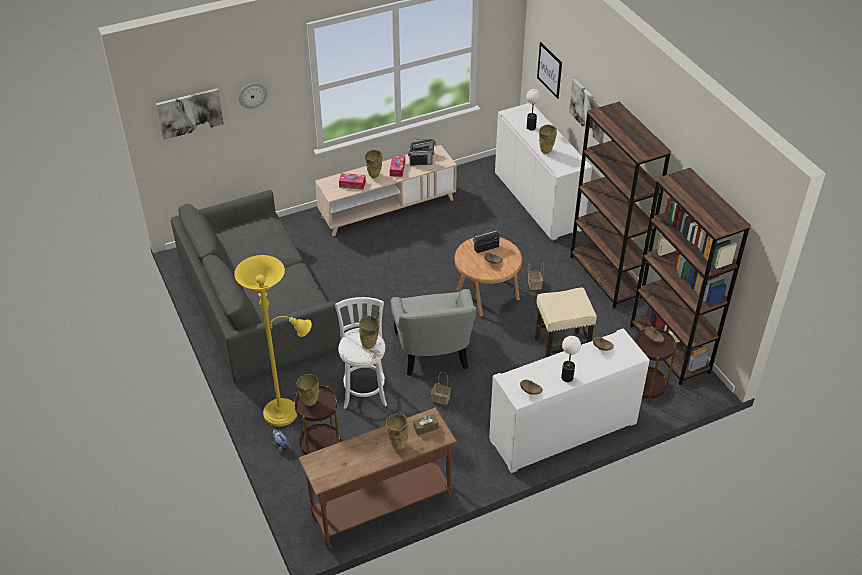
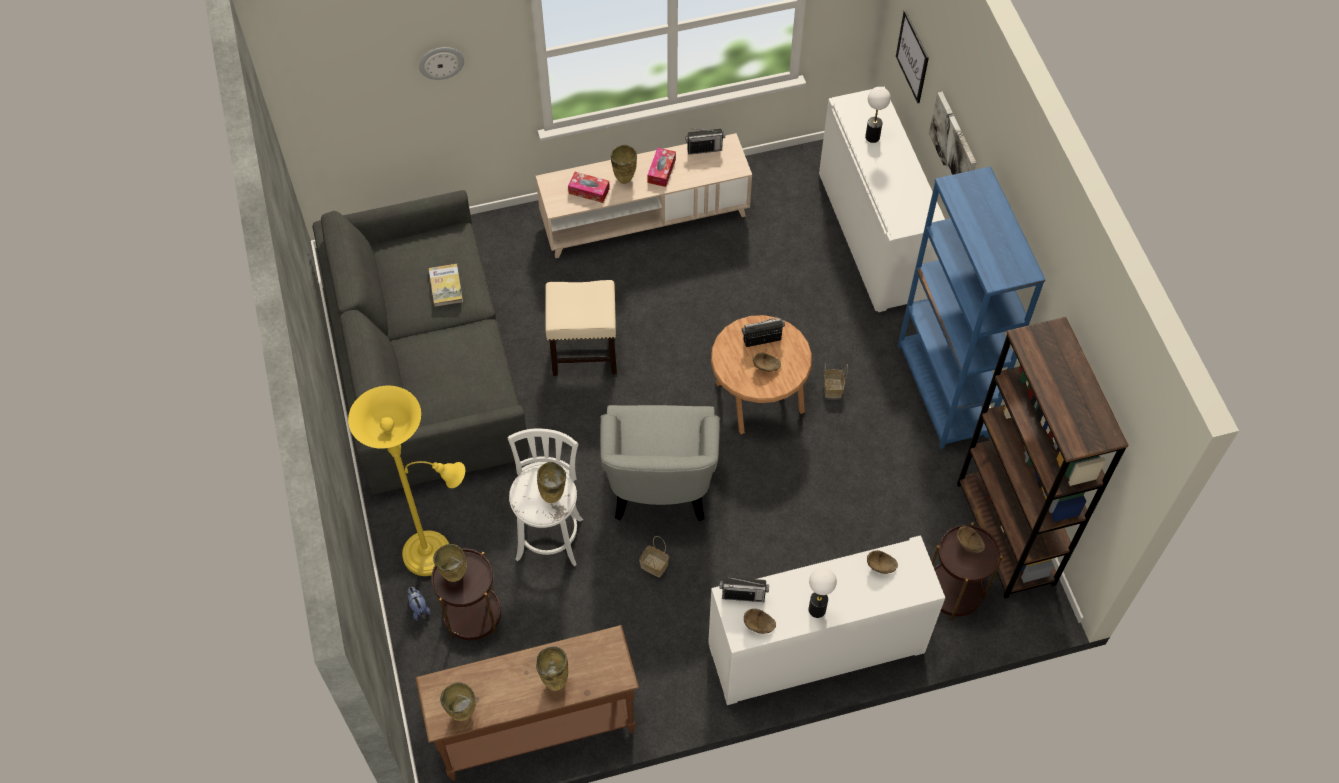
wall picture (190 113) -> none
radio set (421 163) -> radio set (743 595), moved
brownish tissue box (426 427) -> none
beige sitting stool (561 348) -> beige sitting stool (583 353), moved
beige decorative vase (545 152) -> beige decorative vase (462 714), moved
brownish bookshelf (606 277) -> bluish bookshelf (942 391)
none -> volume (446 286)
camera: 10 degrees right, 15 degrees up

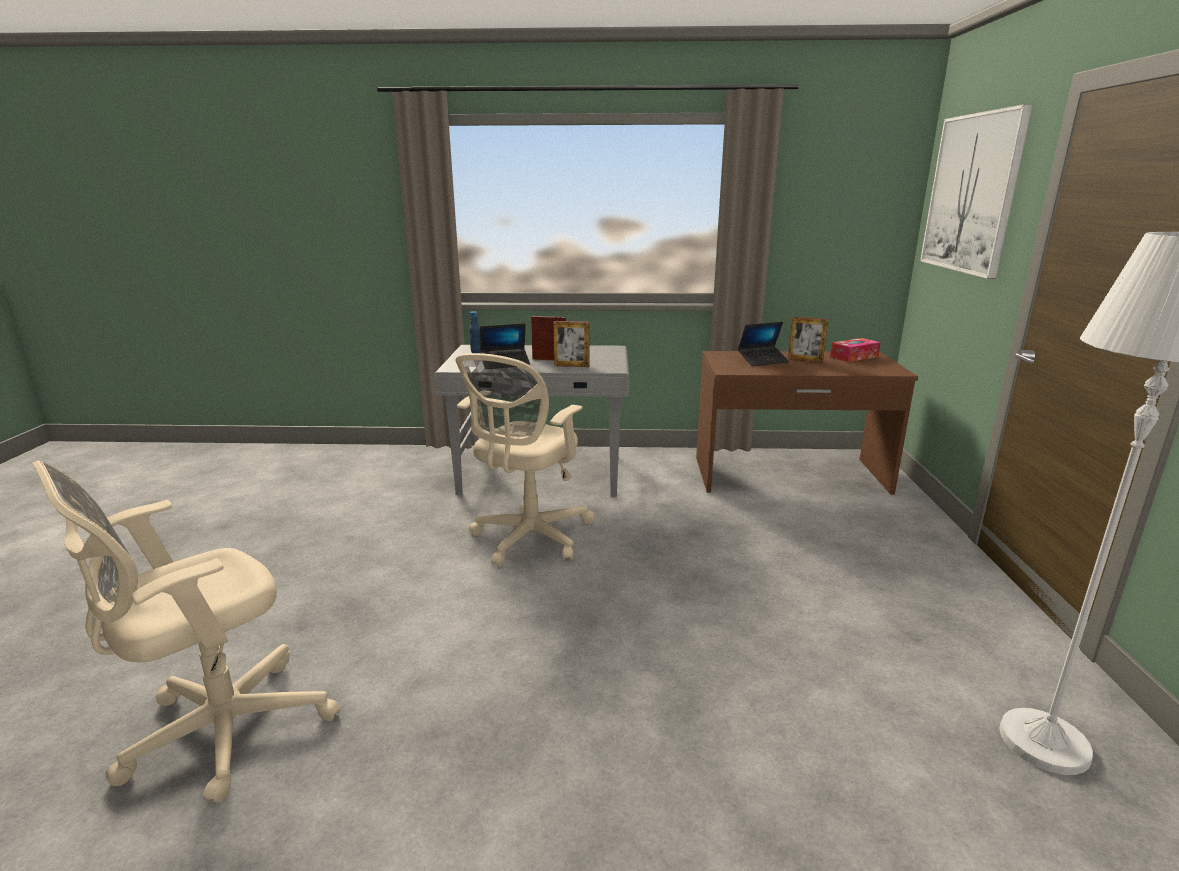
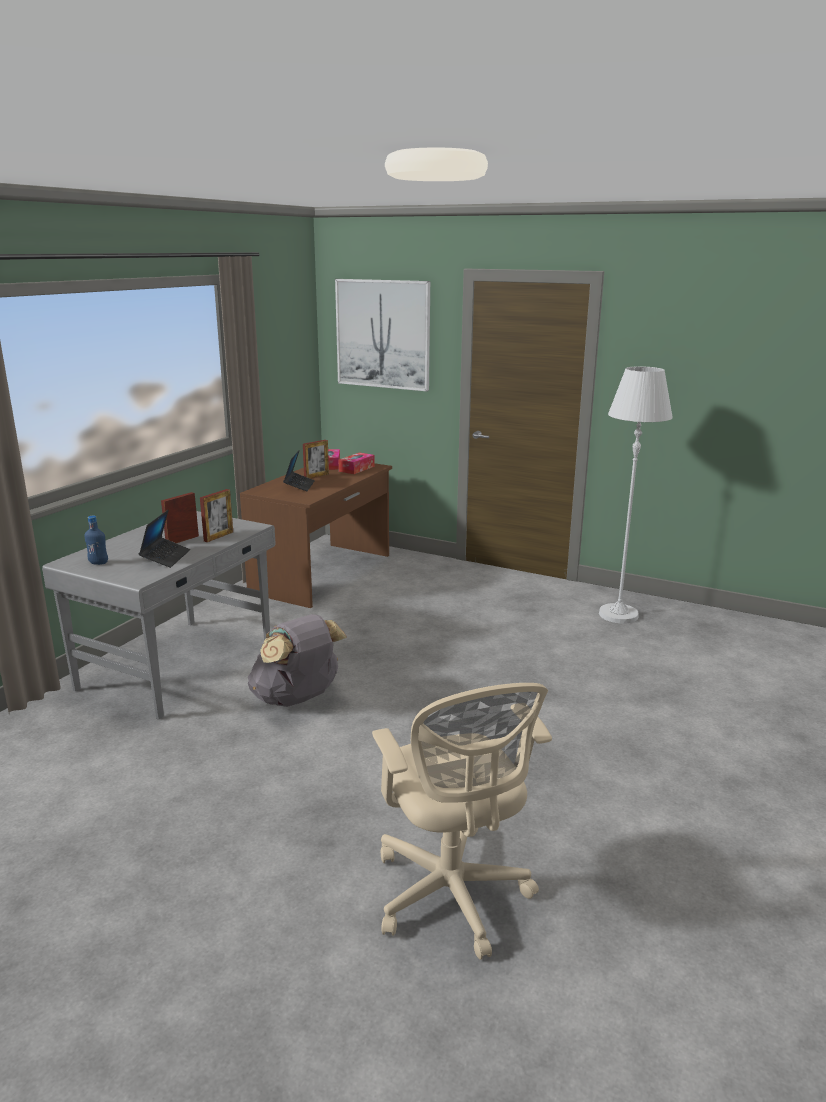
beige office chair (528 539) -> grey rucksack (297 699)
none -> tissue box (356 469)
camera: 65 degrees left, 0 degrees up

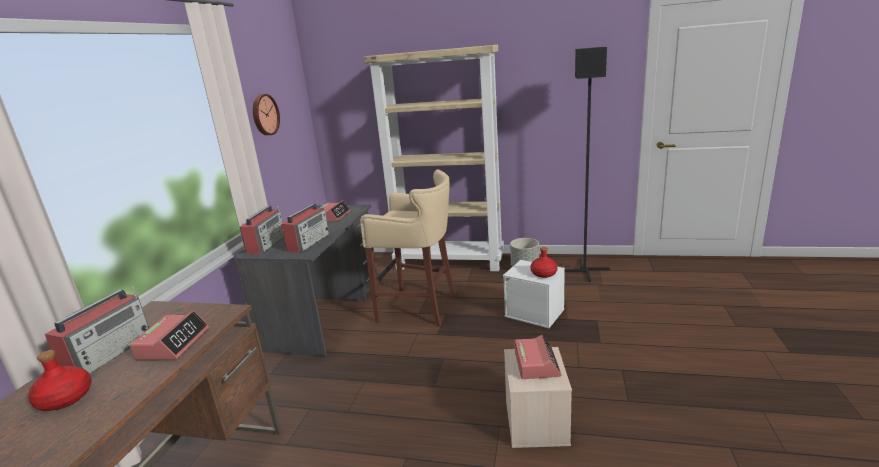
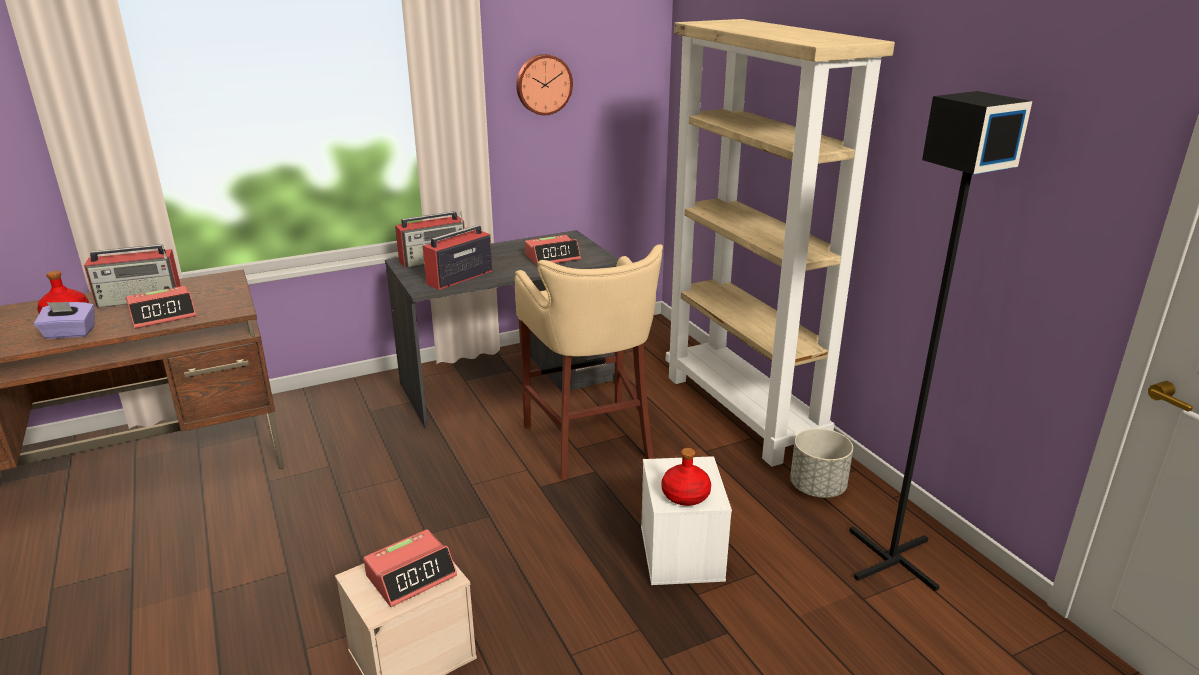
radio set (309 242) -> radio set (458 277), 150 degrees clockwise
none -> purple-coloured tissue box (70 333)
camera: 50 degrees right, 5 degrees up

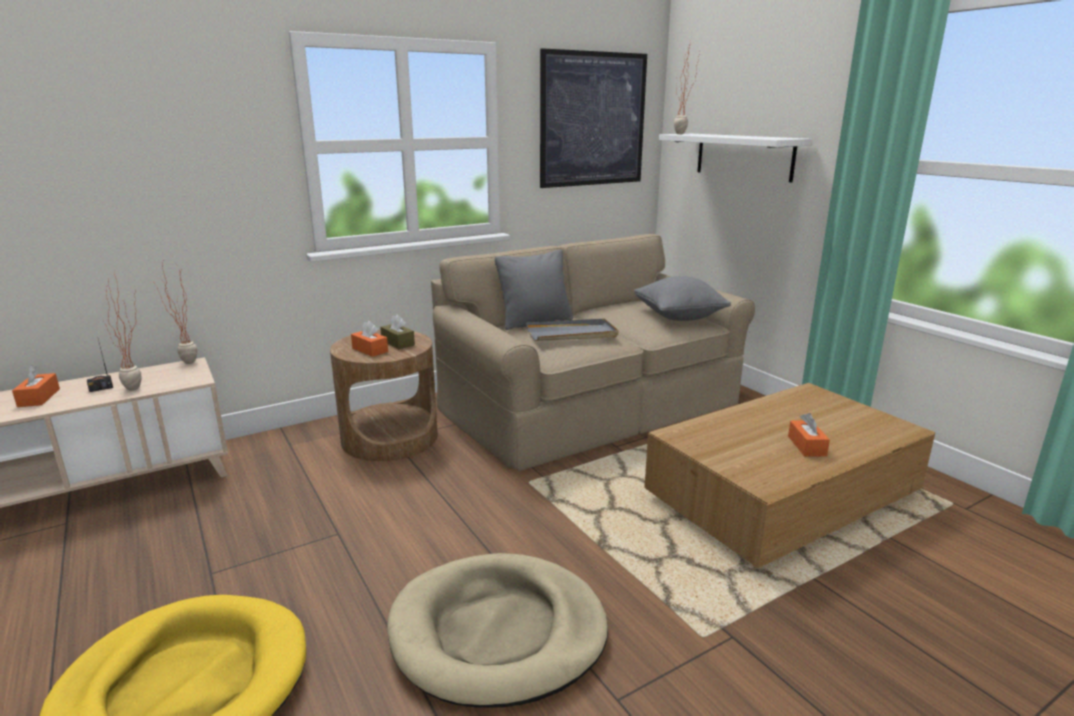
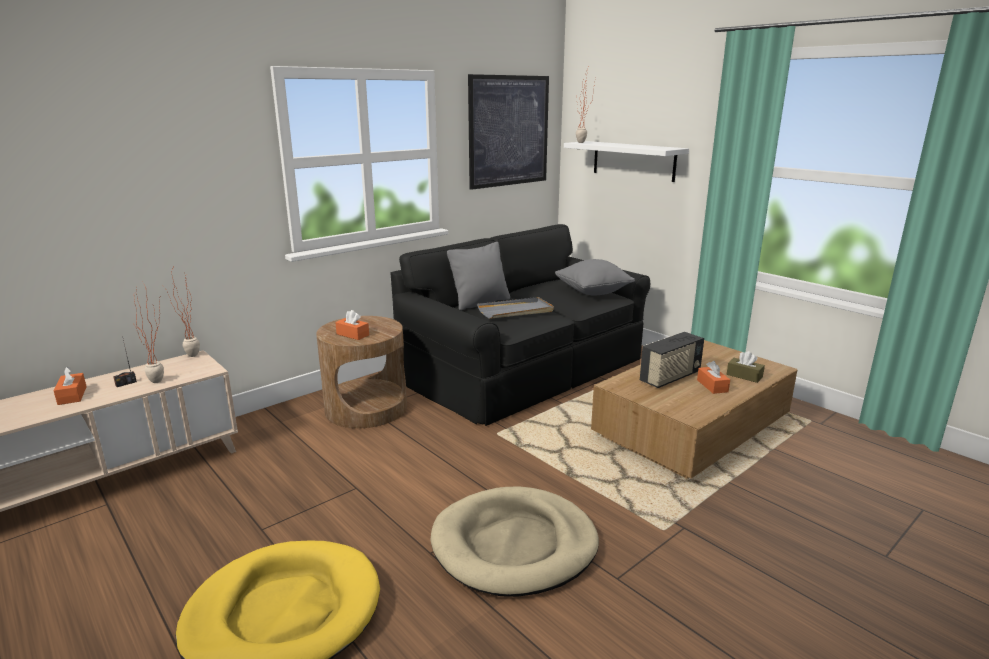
brownish tissue box (398 343) -> brownish tissue box (744 376), moved
beige settee (591 404) -> blackish settee (524 368)
none -> radio set (670 377)
camera: 10 degrees left, 0 degrees up

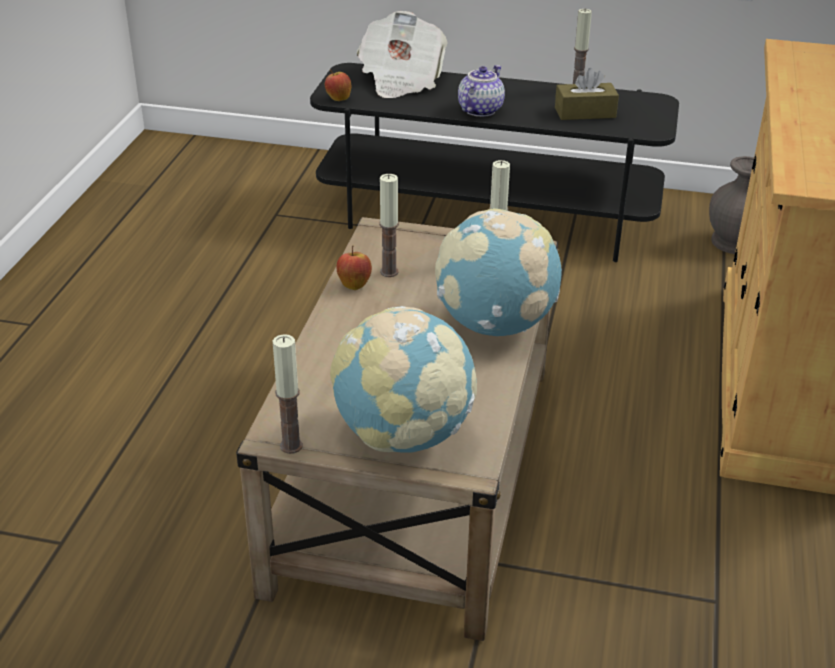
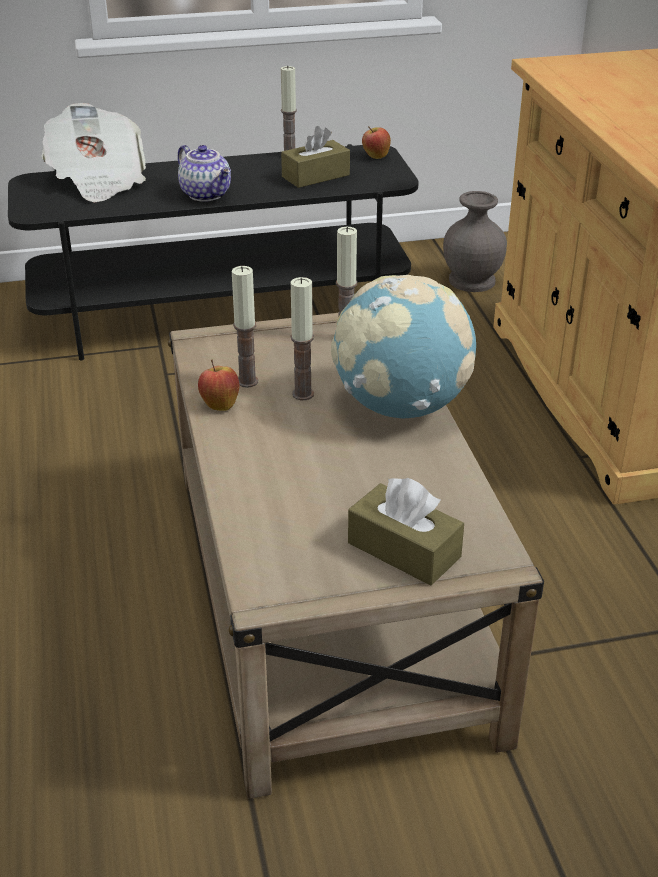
wax light (291 446) -> wax light (303 394), moved
apple (338 98) -> apple (375 156), moved
desk globe (403 435) -> brownish tissue box (404 550)
teapot (479 110) -> teapot (207 194), 135 degrees clockwise
camera: 25 degrees left, 0 degrees up

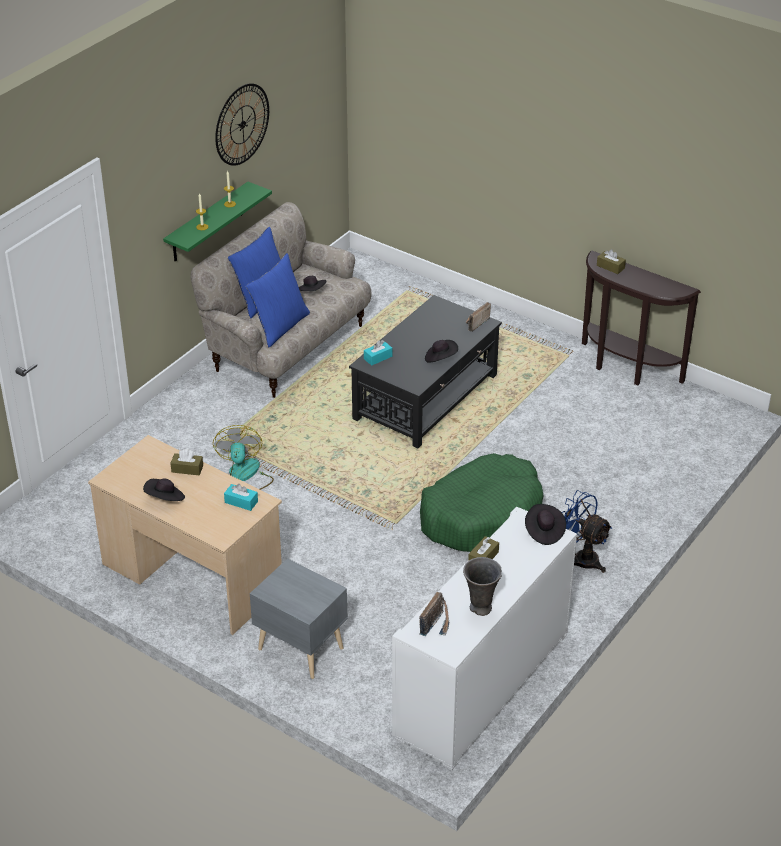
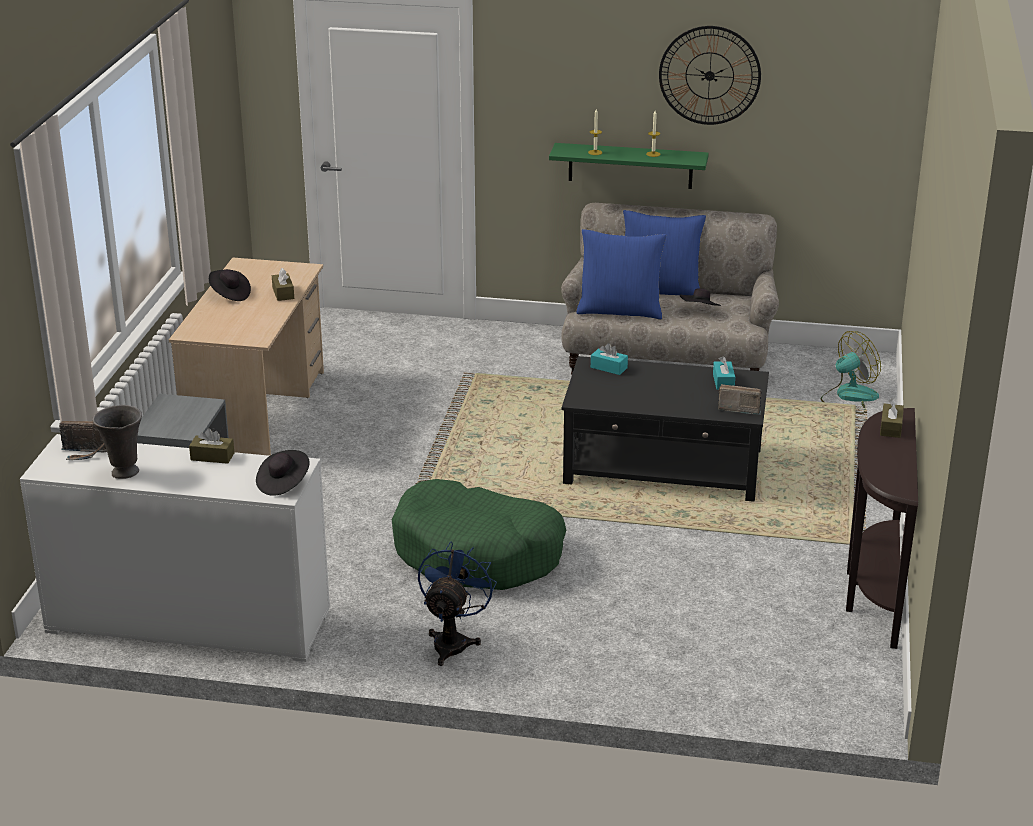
electric fan (245 476) -> electric fan (848 397), moved
turquoise-coloured tissue box (241 502) -> turquoise-coloured tissue box (723 382), moved
blackish hat (440 358) -> none
camera: 65 degrees right, 10 degrees down

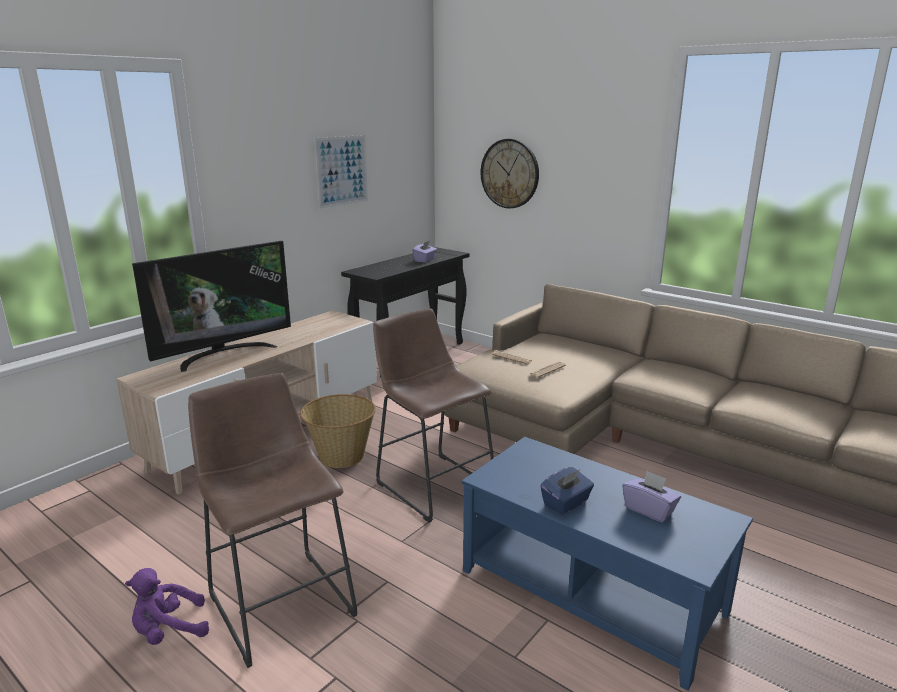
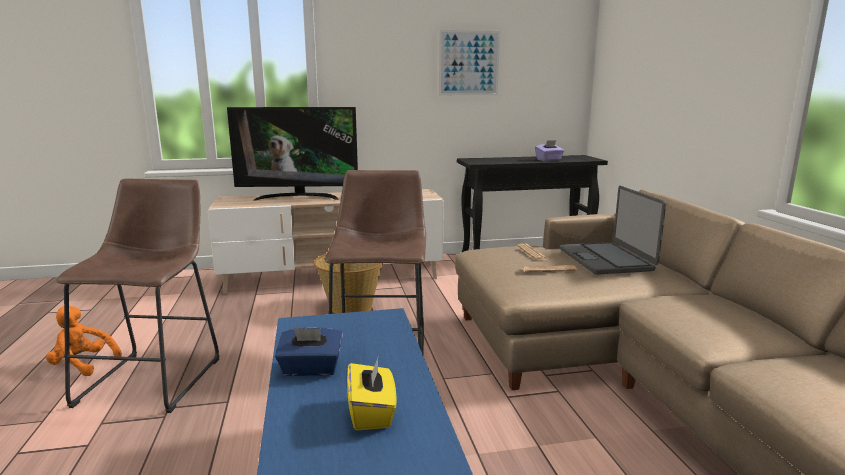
purple-coloured soft toy (168 631) -> orange-coloured soft toy (82 365)
wall clock (510 173) -> none
purple-coloured tissue box (649 510) -> yellow tissue box (372 413)
none -> notebook computer (606 259)
camera: 40 degrees right, 5 degrees down

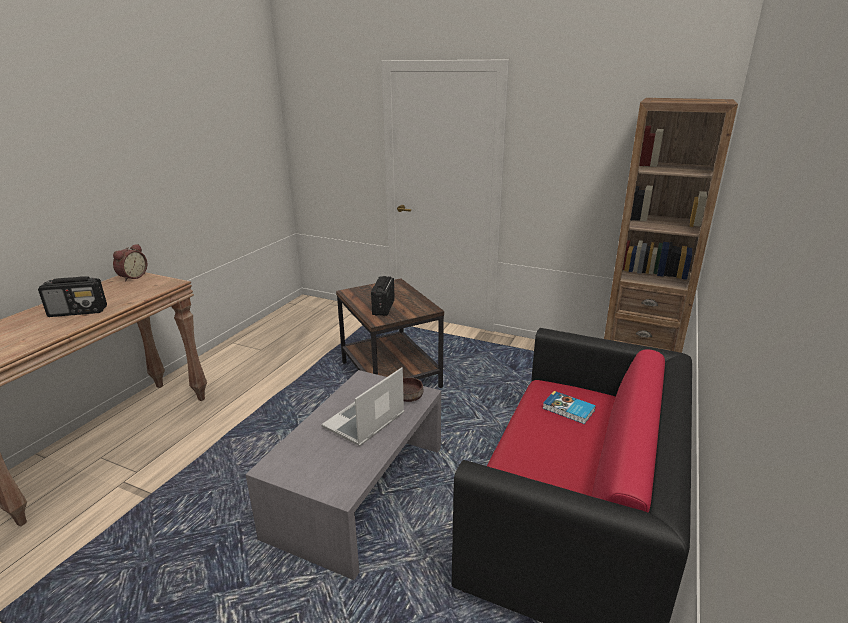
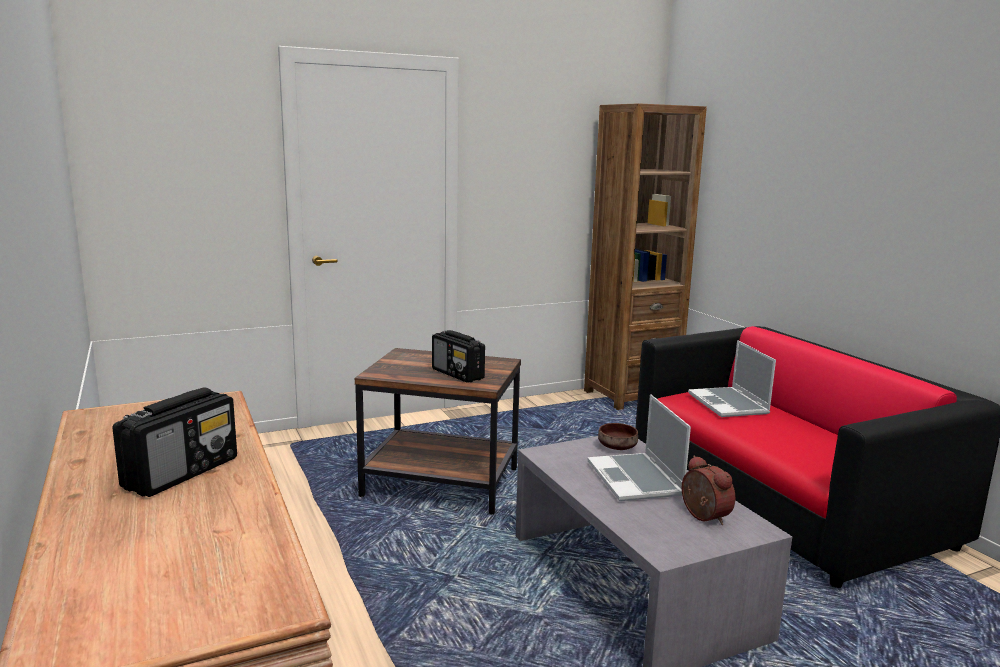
bedside clock (132 277) -> bedside clock (702 517), moved
volume (568 410) -> notebook computer (729 404)
camera: 50 degrees left, 10 degrees down

